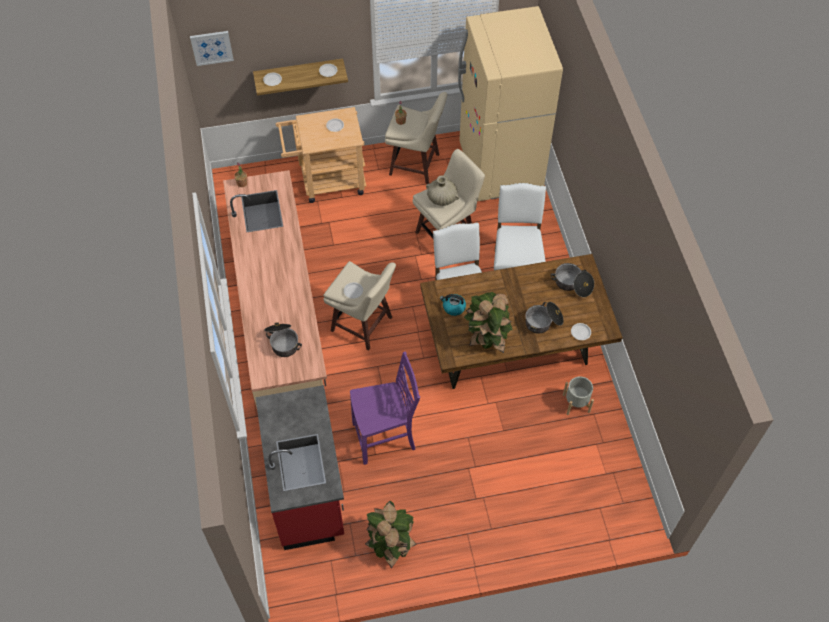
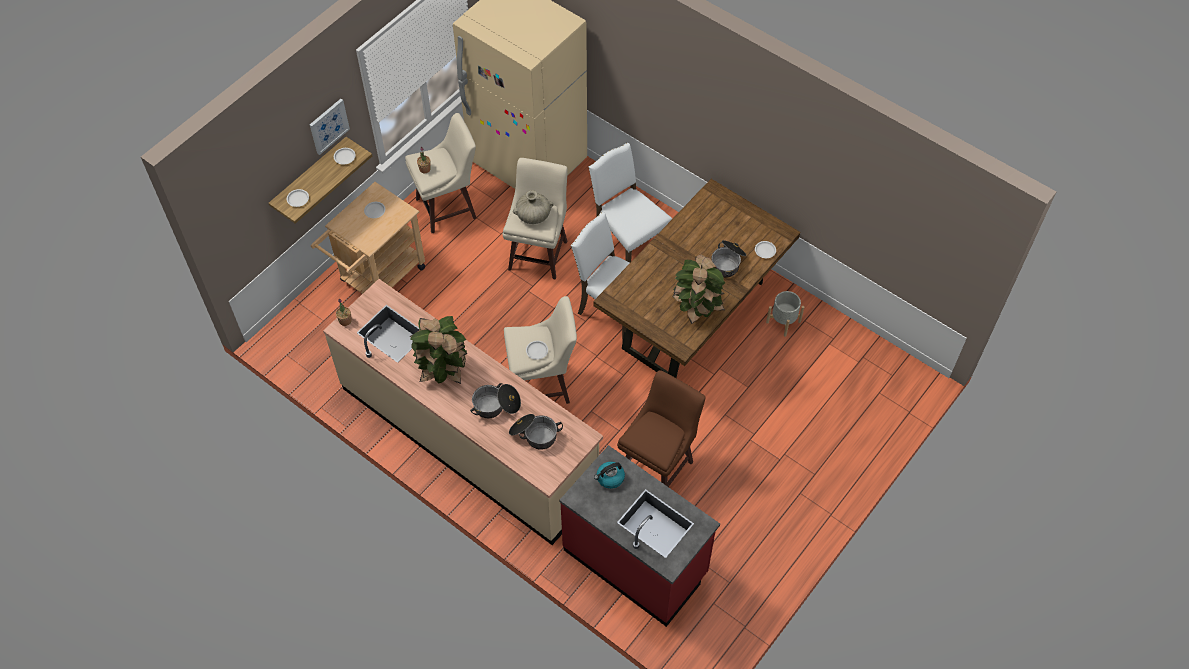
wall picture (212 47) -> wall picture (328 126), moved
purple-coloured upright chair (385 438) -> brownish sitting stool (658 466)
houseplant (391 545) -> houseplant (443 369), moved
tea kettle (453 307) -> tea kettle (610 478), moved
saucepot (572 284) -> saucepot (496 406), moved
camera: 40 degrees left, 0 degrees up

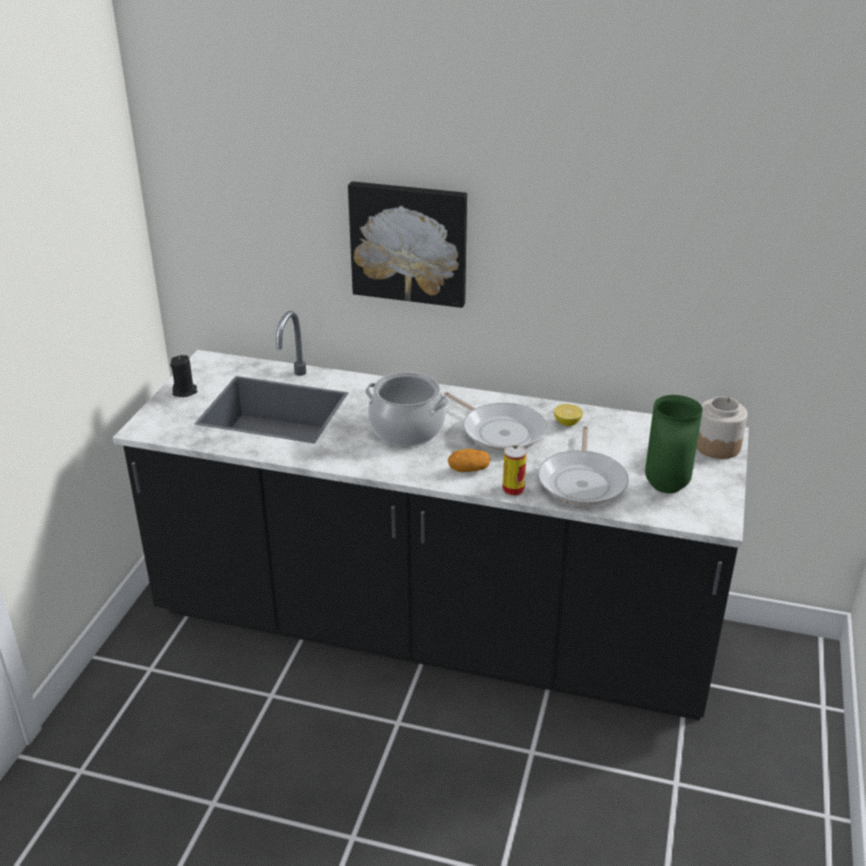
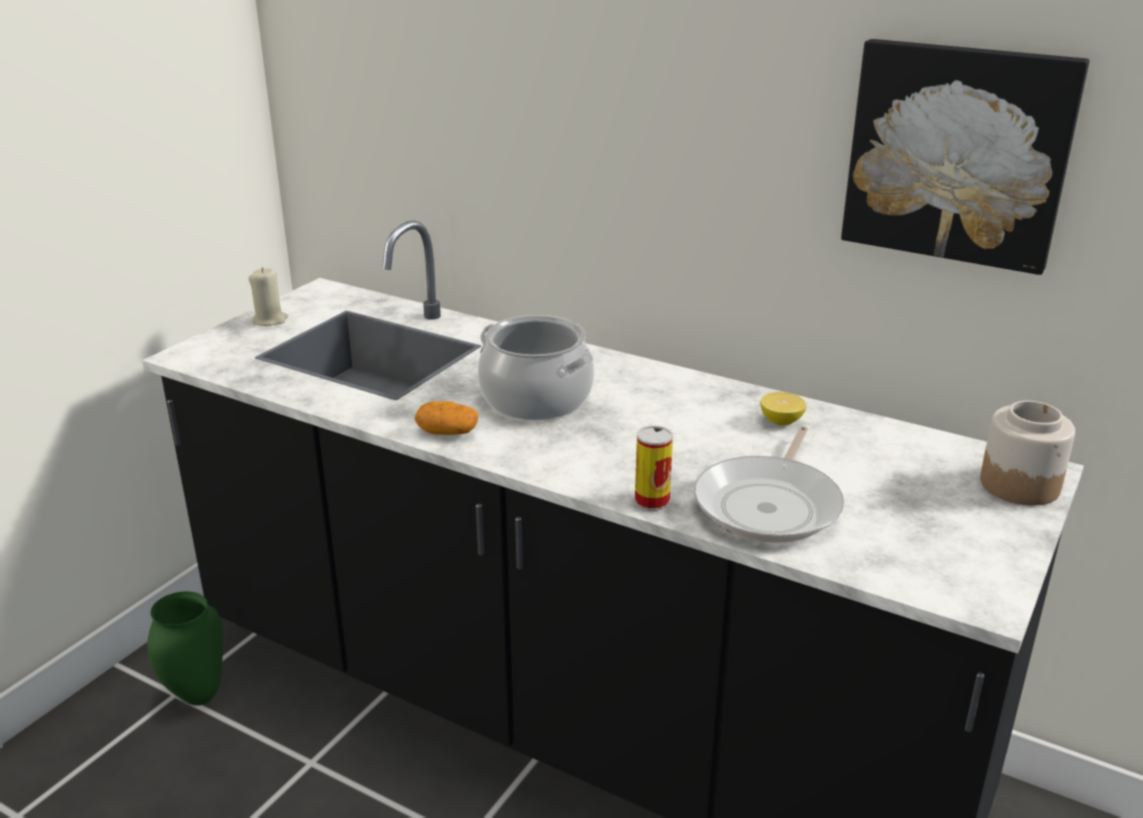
blackish wax light (185 391) -> beige wax light (270 320)
wall picture (409 242) -> wall picture (958 153), moved
frying pan (500 431) -> none
whole potato (468 469) -> whole potato (447 433), moved
greenish decorative vase (667 487) -> greenish decorative vase (198 697), moved
camera: 15 degrees right, 5 degrees down

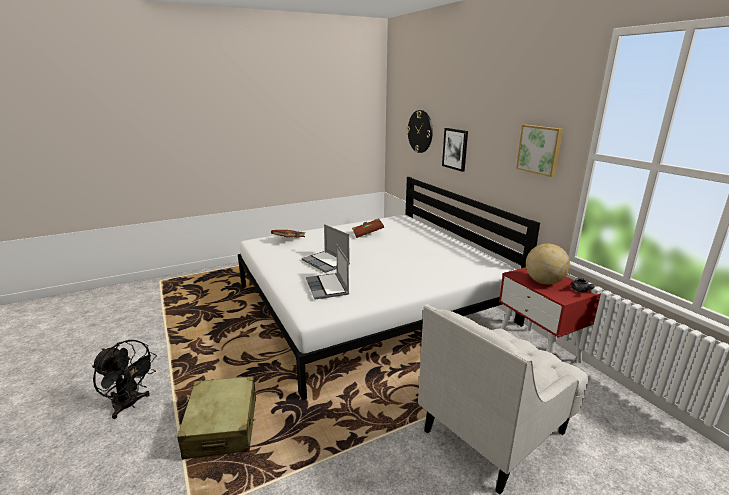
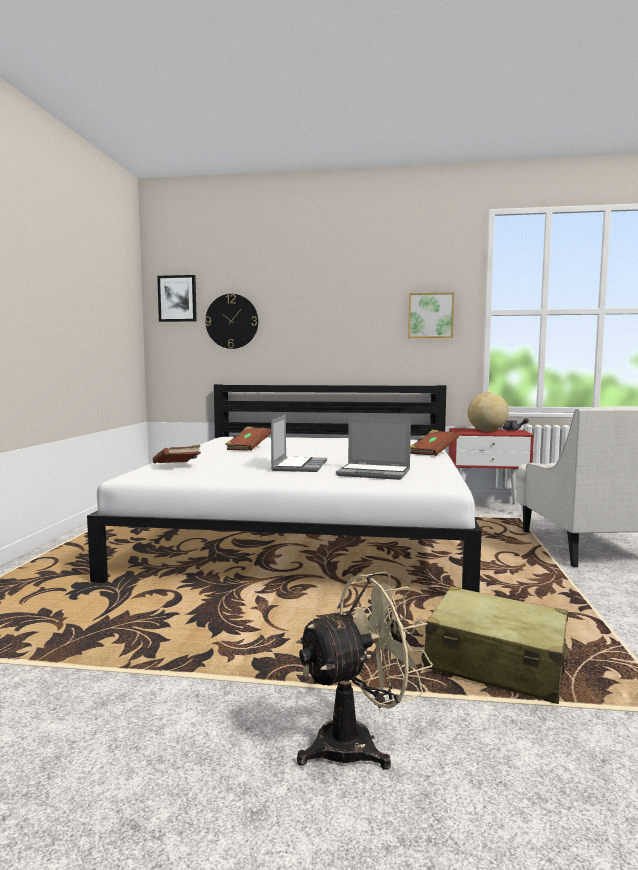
blackish electric fan (130 405) -> beige electric fan (358 743)
notebook computer (326 262) -> notebook computer (299 466), 75 degrees counterclockwise
wall picture (455 149) -> wall picture (177 298), moved
none -> brownish volume (433 452)
camera: 55 degrees left, 15 degrees down

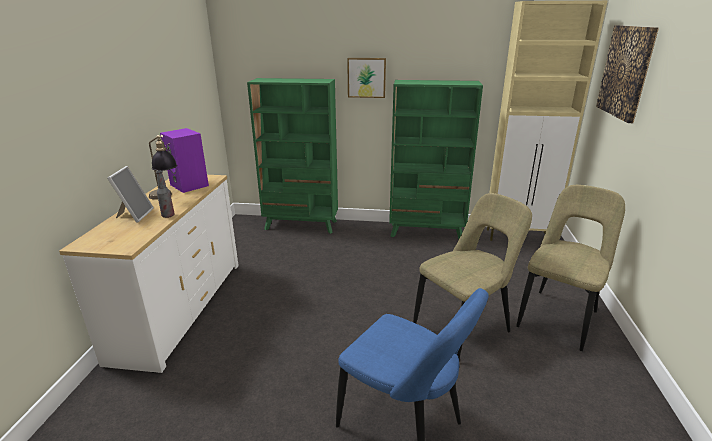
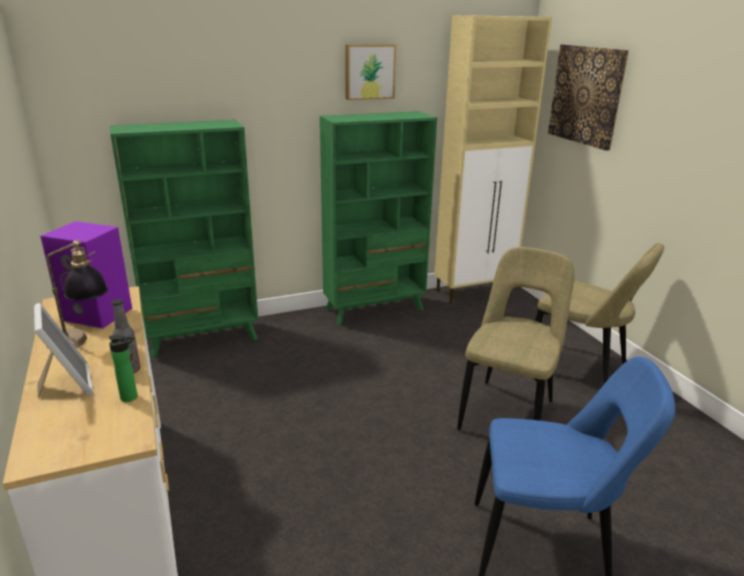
wall picture (366 77) -> wall picture (369 71), moved
beige upright chair (559 317) -> beige upright chair (580 370), 120 degrees clockwise
none -> beverage bottle (131 397)
camera: 30 degrees left, 0 degrees up

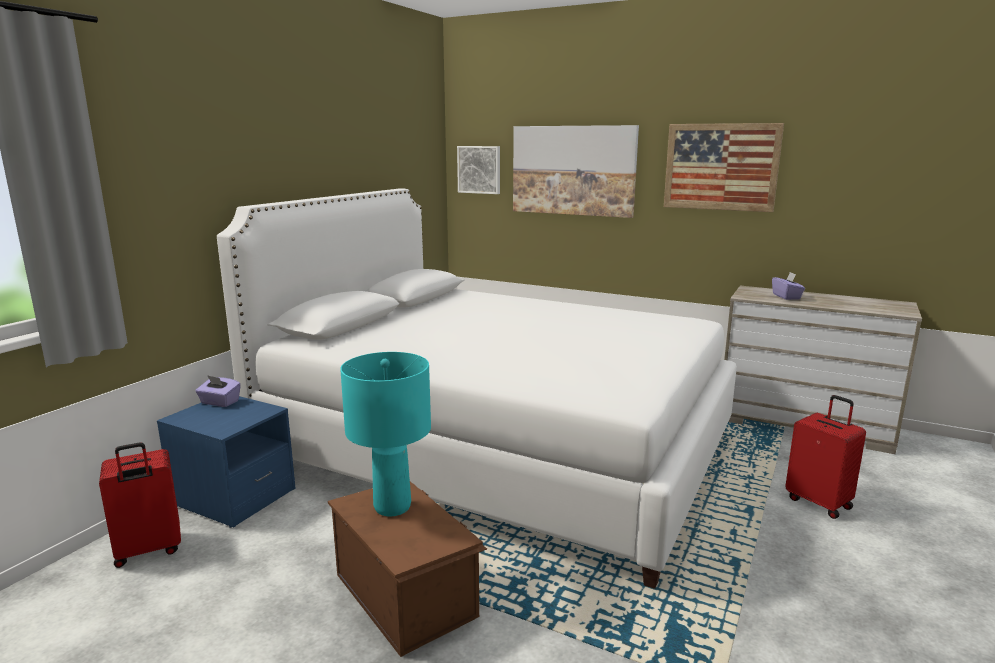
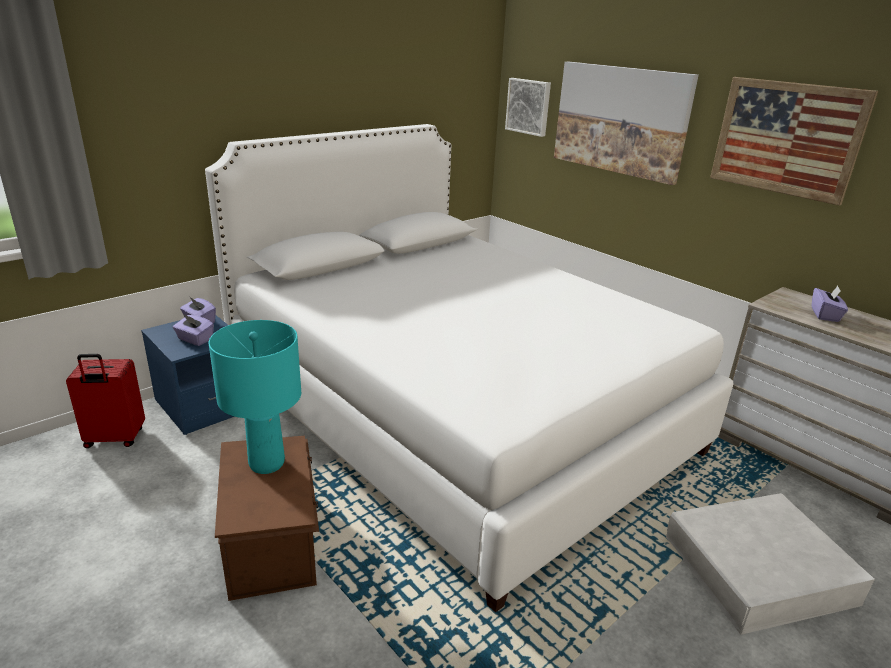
red-coloured suitcase (819 502) -> whitish storage box (758 570)
none -> purple-coloured tissue box (195 339)
camera: 20 degrees right, 10 degrees up

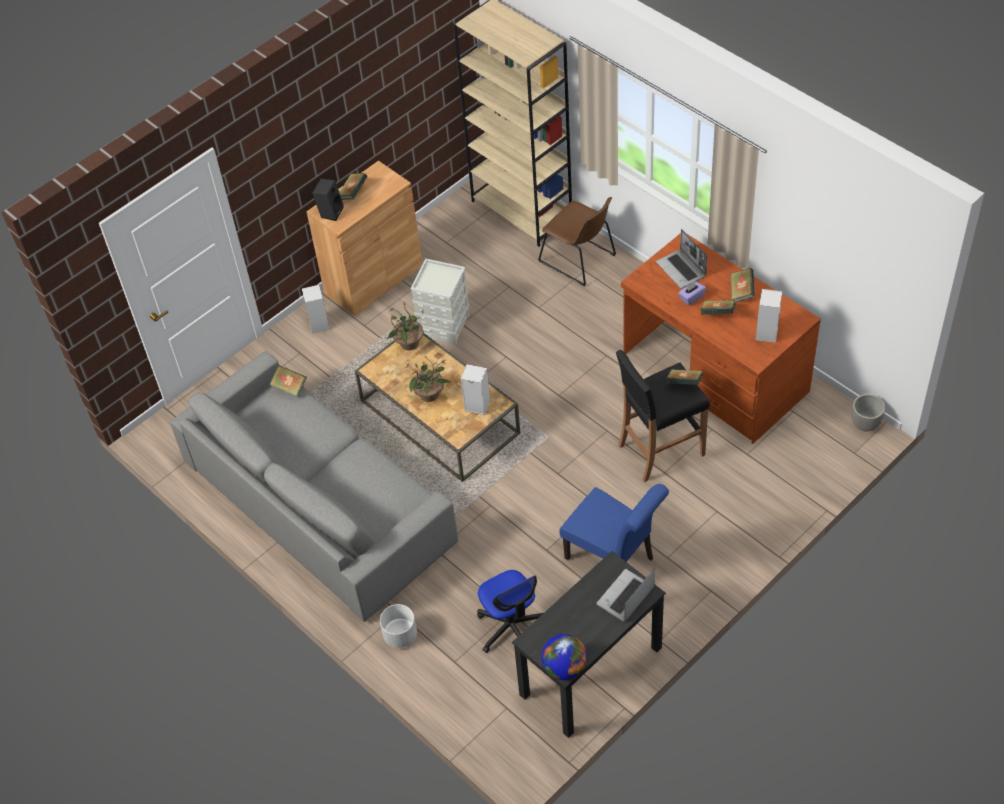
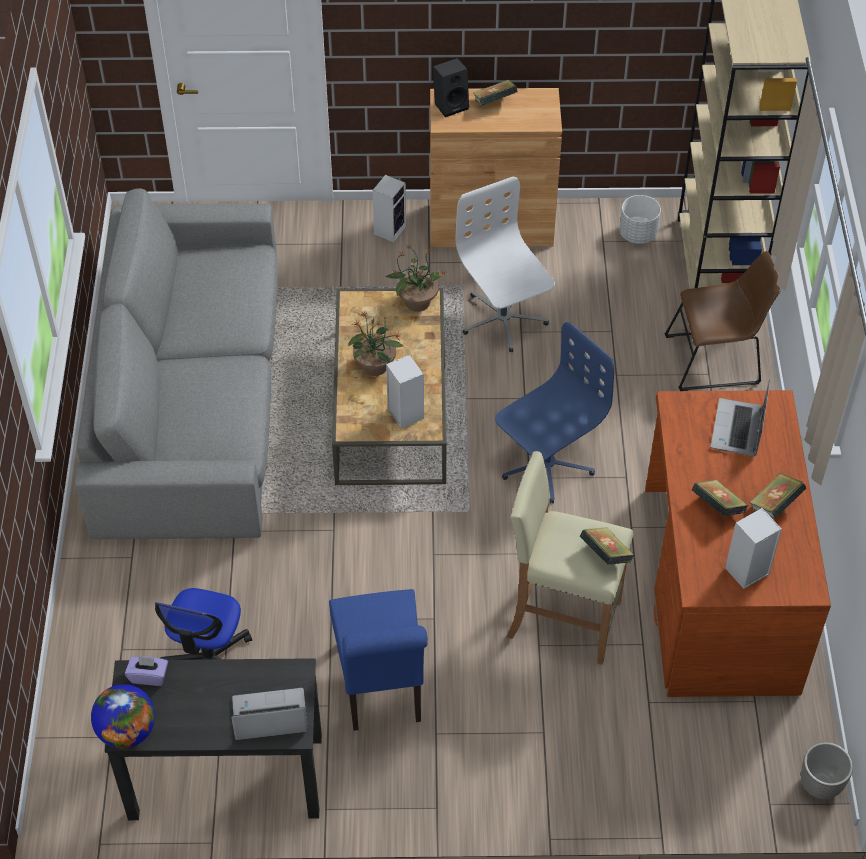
volume (289 387) -> none
whitish flower pot (400 635) -> whitish flower pot (637 234), moved
grey storage box (443 325) -> whitish office chair (503 319)
brownish upright chair (579 260) -> brownish upright chair (716 359), 90 degrees counterclockwise
blackish sitting stool (660 450) -> beige sitting stool (562 619)
purple-coloured tissue box (691 297) -> purple-coloured tissue box (149 676), moved
none -> bluish office chair (546 464)
camera: 40 degrees right, 0 degrees up

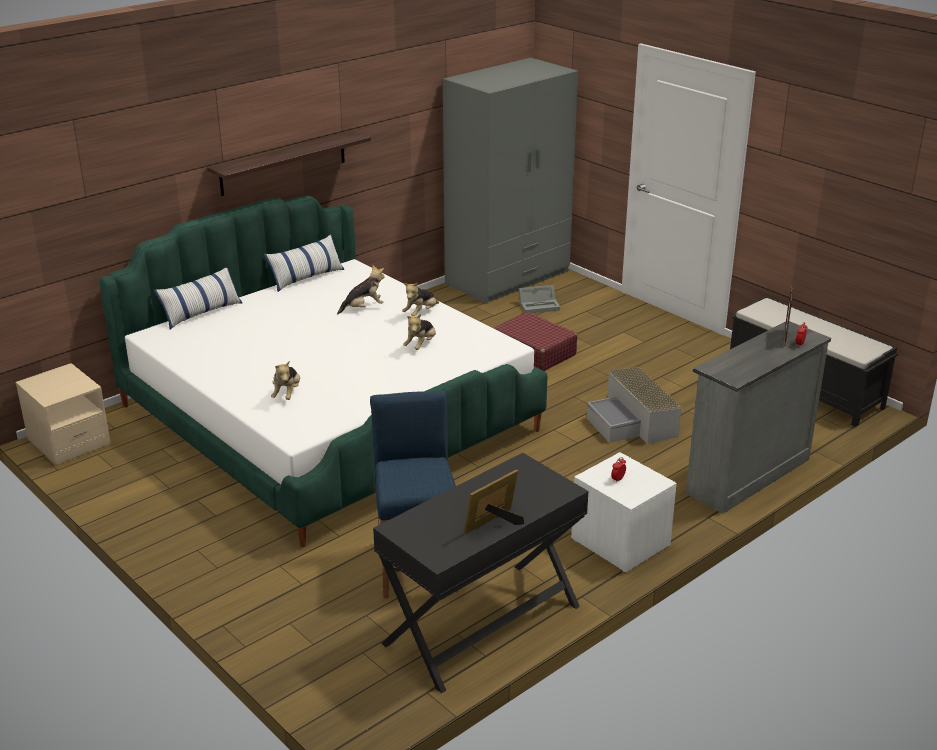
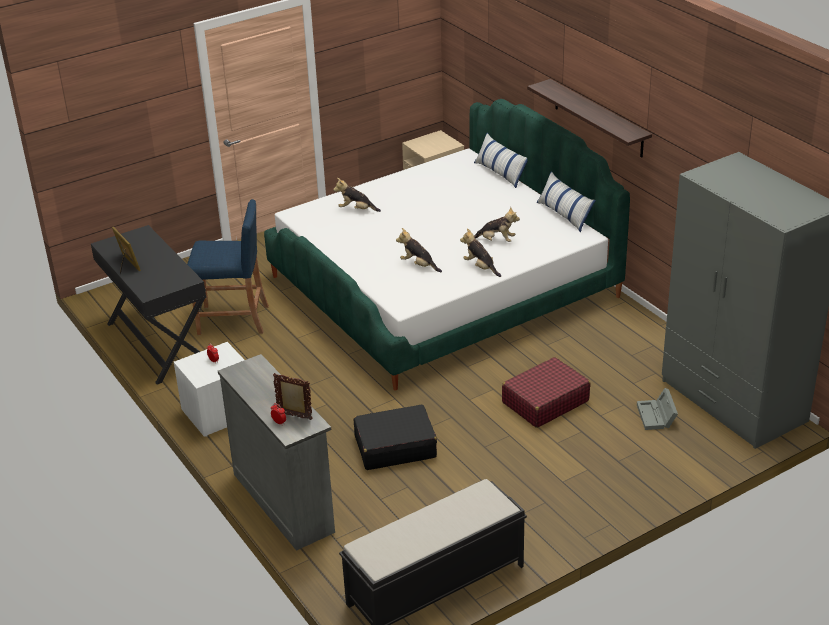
soft toy (363 308) -> soft toy (496 241), 60 degrees counterclockwise
grey storage box (633 422) -> blackish suitcase (395 447)
camera: 100 degrees right, 5 degrees up

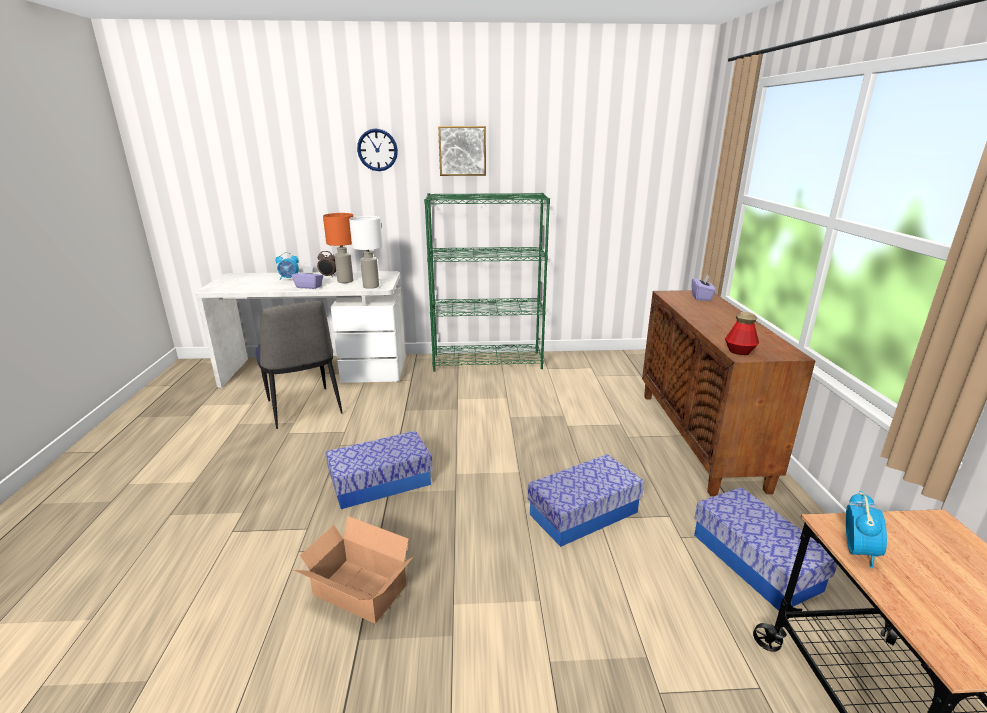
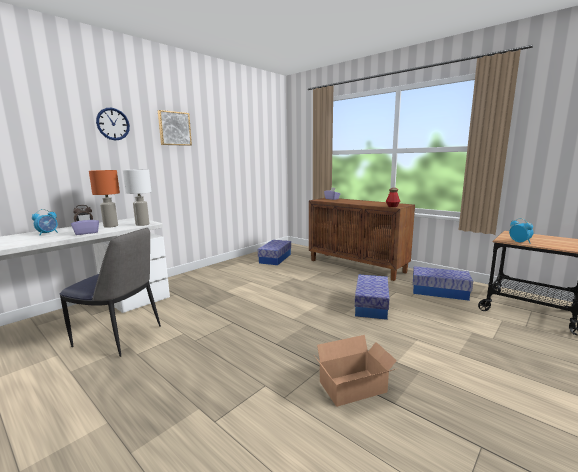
storage box (381 483) -> storage box (275 258), moved
greenish bookshelf (488 361) -> none
camera: 45 degrees left, 10 degrees down

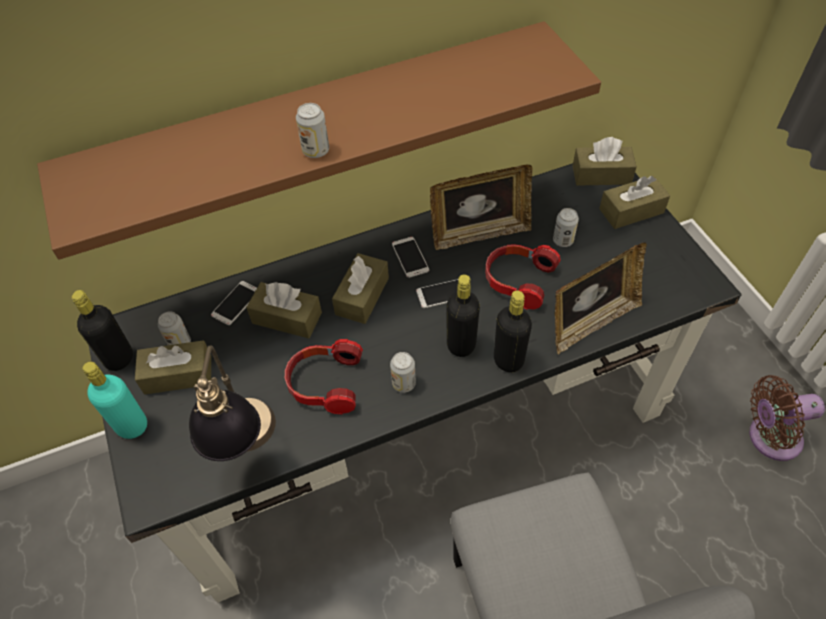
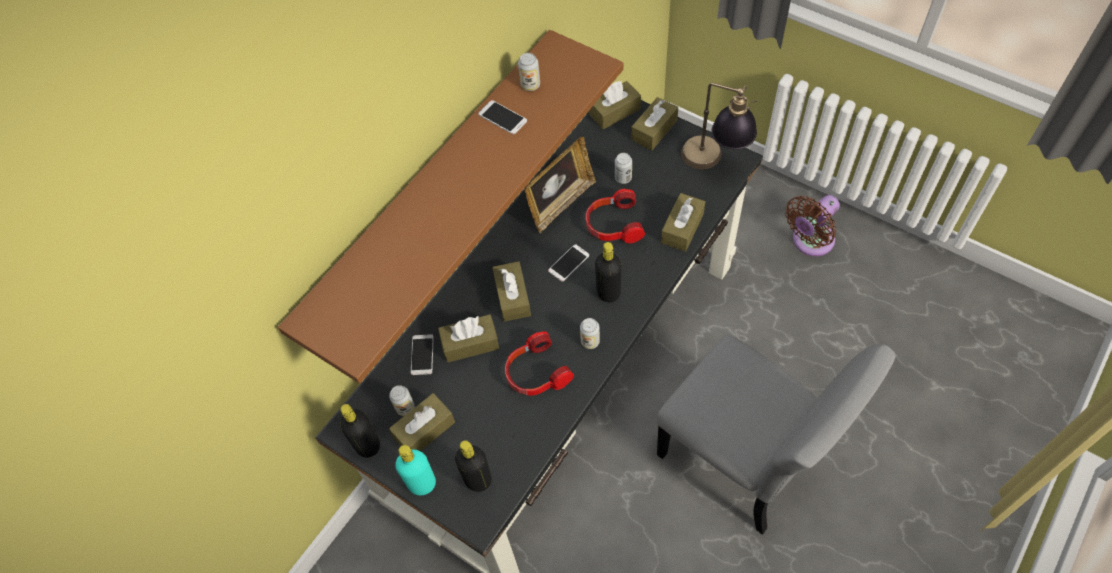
lamp for a table (247 448) -> lamp for a table (714 163), moved
can (316 151) -> can (530 85), moved
telephone (410 257) -> telephone (502 117), moved
blackish beverage bottle (508 360) -> blackish beverage bottle (478 480), moved
standing frame (591 322) -> brownish tissue box (682 228)
camera: 30 degrees left, 5 degrees up

